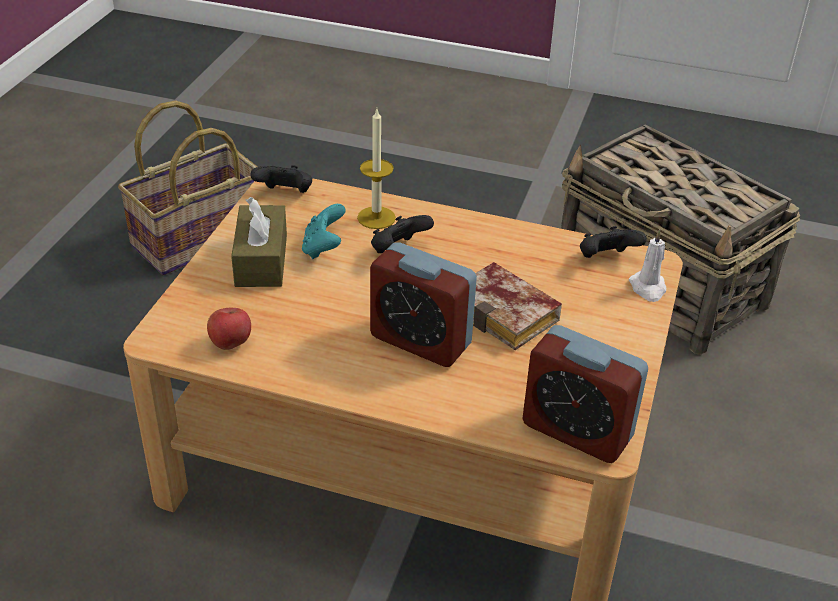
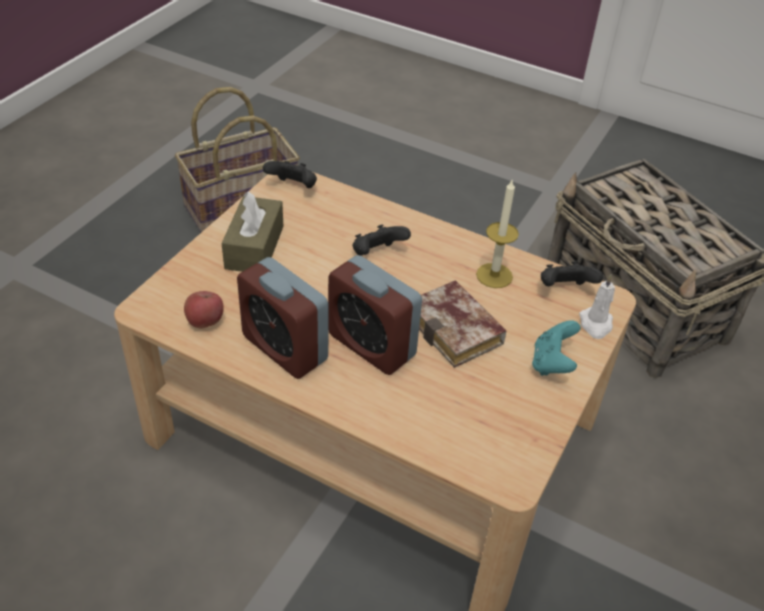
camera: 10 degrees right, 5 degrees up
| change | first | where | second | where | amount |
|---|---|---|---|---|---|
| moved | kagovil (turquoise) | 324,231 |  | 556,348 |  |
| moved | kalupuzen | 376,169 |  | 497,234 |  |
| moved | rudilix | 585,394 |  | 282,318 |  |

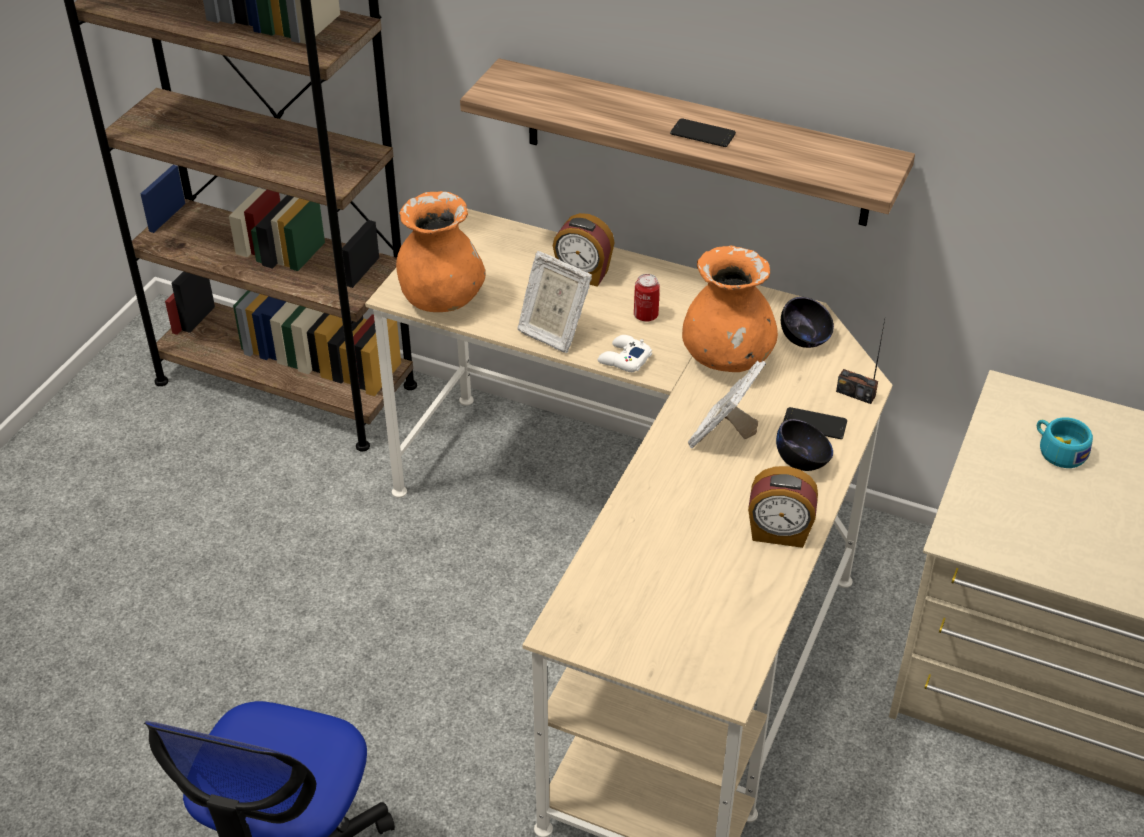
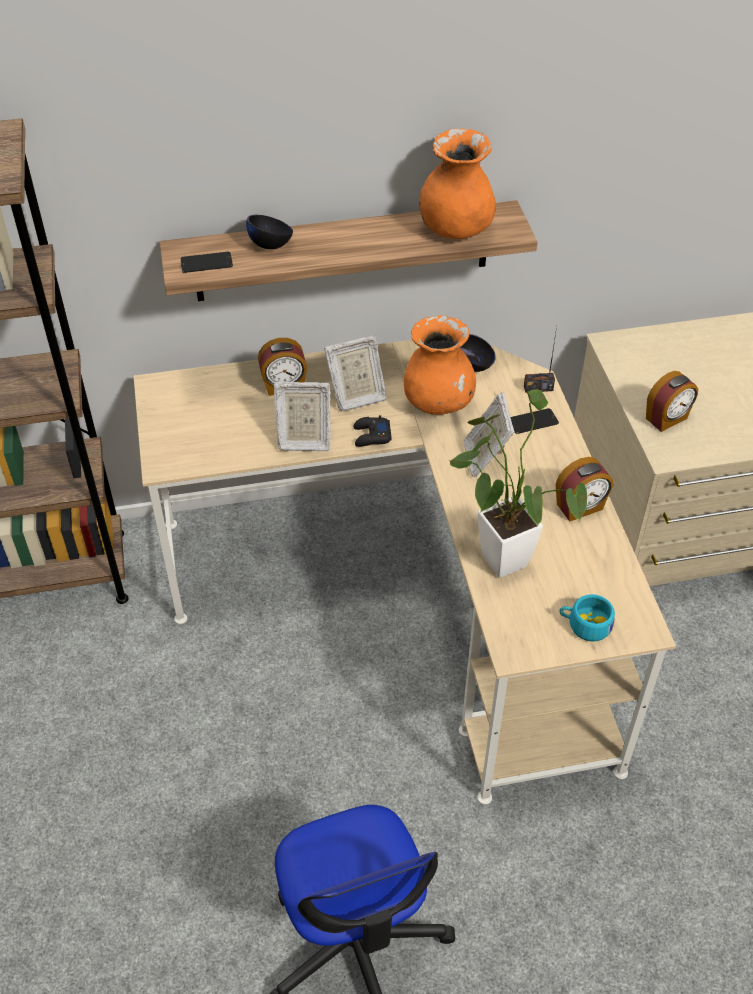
camera: 35 degrees left, 5 degrees up
| change | first | where | second | where | amount |
|---|---|---|---|---|---|
| added |  |  | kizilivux | 518,483 |  |
| added |  |  | rudilix | 672,401 |  |
| moved | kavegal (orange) | 440,251 |  | 457,184 |  |
| moved | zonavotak | 703,132 |  | 207,262 |  |
| moved | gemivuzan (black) | 804,445 |  | 269,232 |  |
| moved | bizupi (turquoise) | 1065,442 |  | 587,618 |  |
| replaced | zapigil | 647,298 | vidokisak | 355,373 |  |
| recoloured | kagovil (white) | 625,353 | kagovil (black) | 372,431 |  |

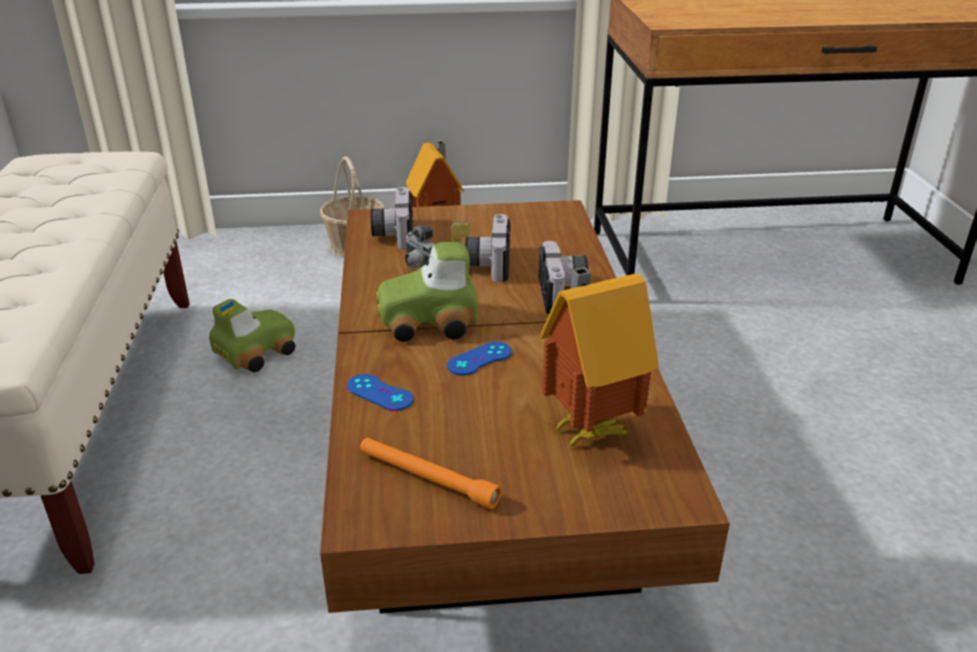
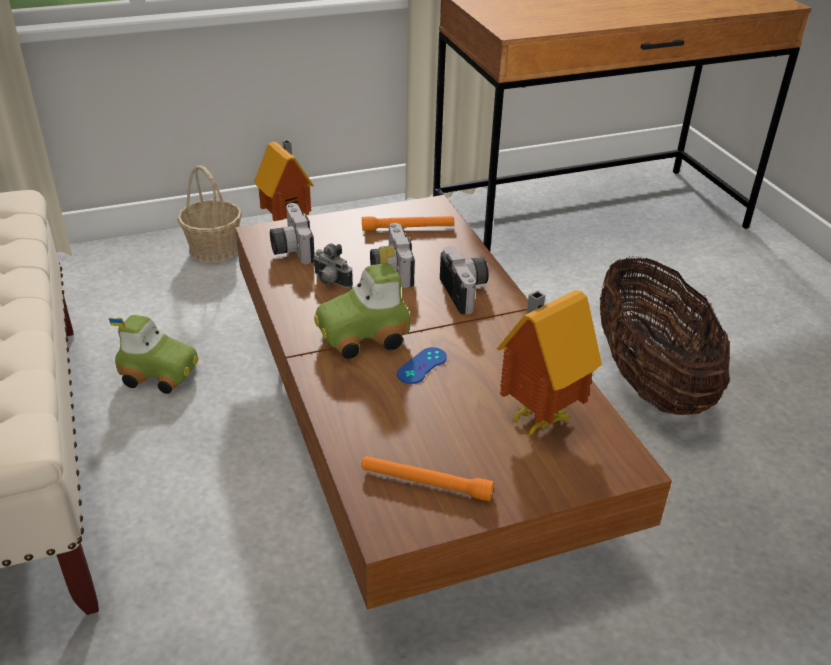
camera: 15 degrees left, 5 degrees up
| change | first | where | second | where | amount |
|---|---|---|---|---|---|
| removed | kagovil (blue) | 380,392 |  |  |  |
| added |  |  | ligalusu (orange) | 408,223 |  |
| added |  |  | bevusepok | 665,336 |  |
| turned | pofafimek | 252,335 |  | 153,354 | 75 degrees clockwise |

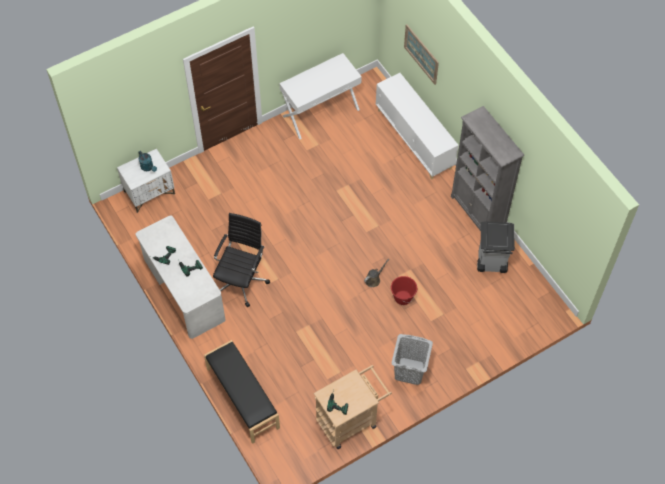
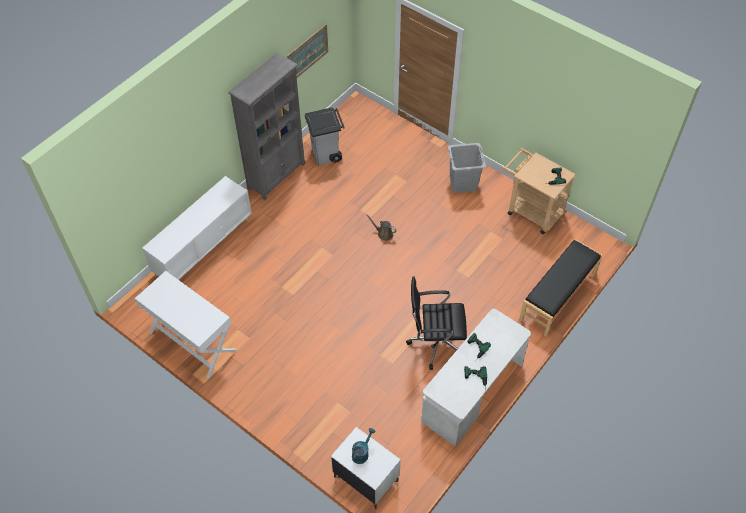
camera: 110 degrees left, 5 degrees down
| change | first | where | second | where | amount |
|---|---|---|---|---|---|
| removed | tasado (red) | 404,290 |  |  |  |
| moved | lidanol | 421,54 |  | 307,51 |  |

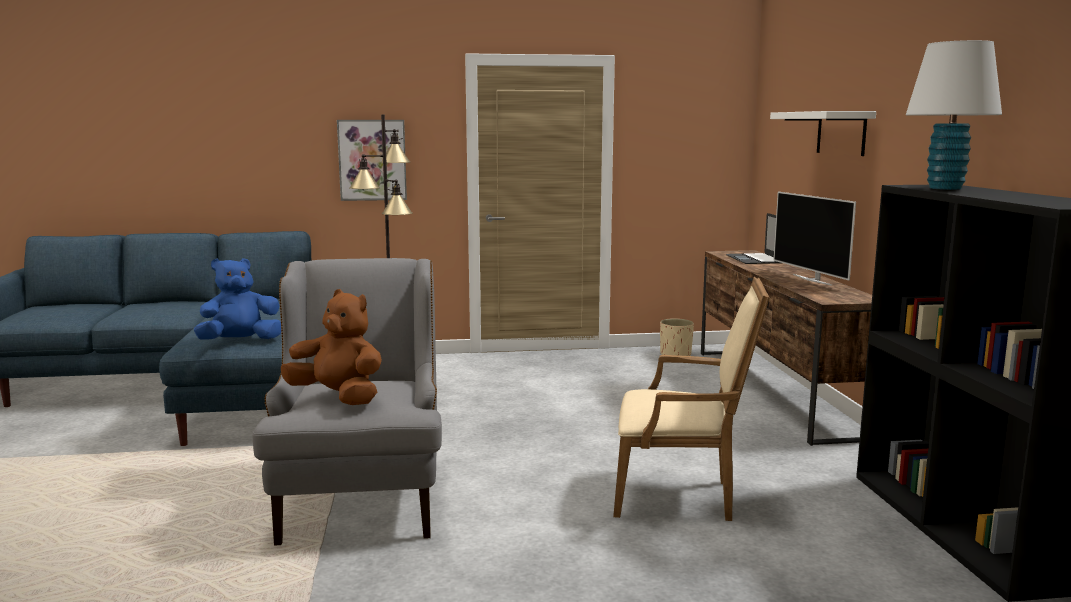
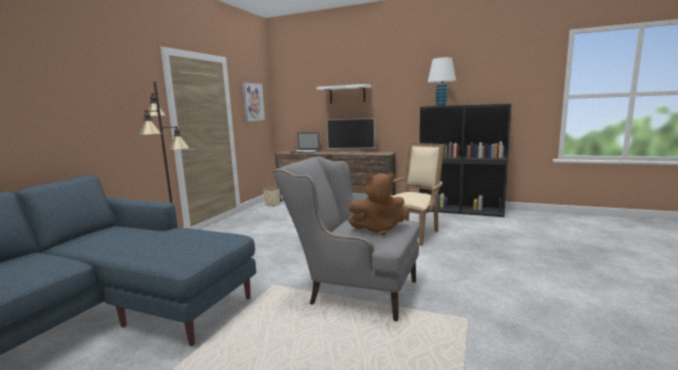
camera: 60 degrees left, 0 degrees up
| change | first | where | second | where | amount |
|---|---|---|---|---|---|
| removed | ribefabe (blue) | 237,299 |  |  |  |
| moved | lidanol | 372,160 |  | 253,102 |  |
| turned | ribefabe (brown) | 331,347 |  | 379,204 | 150 degrees counterclockwise |

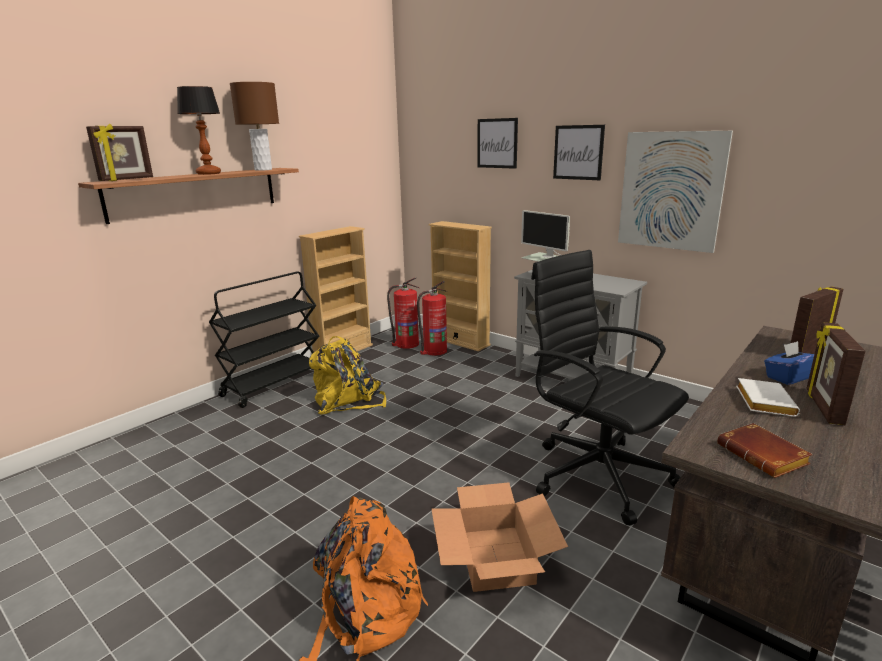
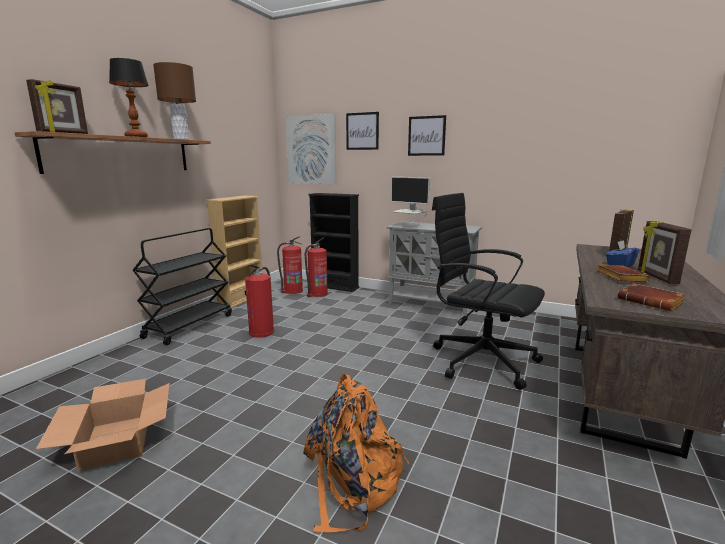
camera: 15 degrees left, 5 degrees down
| change | first | where | second | where | amount |
|---|---|---|---|---|---|
| moved | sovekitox | 499,537 |  | 103,425 |  |
| moved | lidanol | 675,192 |  | 310,149 |  |
| replaced | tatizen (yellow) | 347,375 | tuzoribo | 259,301 |  |
| recoloured | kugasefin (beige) | 460,286 | kugasefin (black) | 333,242 |  |
| recoloured | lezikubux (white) | 768,397 | lezikubux (brown) | 623,273 |  |

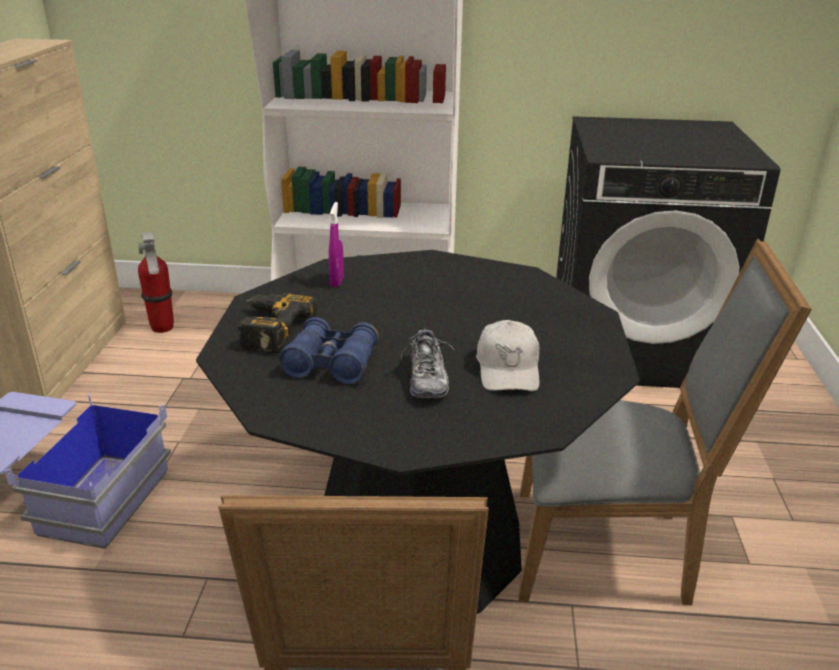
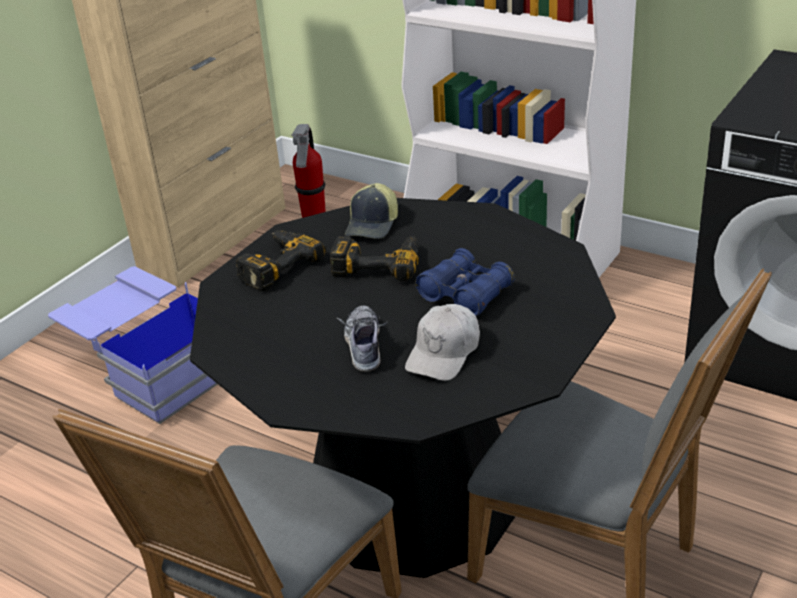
camera: 30 degrees right, 5 degrees up
| change | first | where | second | where | amount |
|---|---|---|---|---|---|
| added |  |  | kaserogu | 374,259 |  |
| moved | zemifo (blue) | 328,350 |  | 465,282 |  |
| replaced | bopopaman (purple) | 336,244 | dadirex | 371,211 |  |
| turned | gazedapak | 427,364 |  | 362,338 | 150 degrees clockwise |

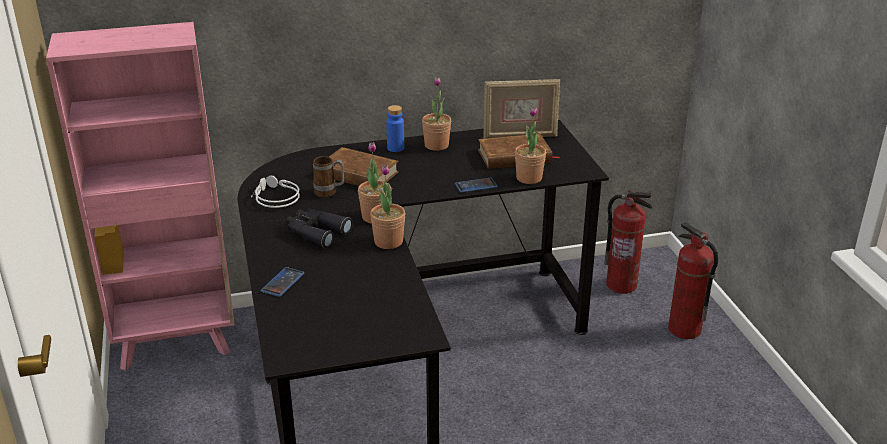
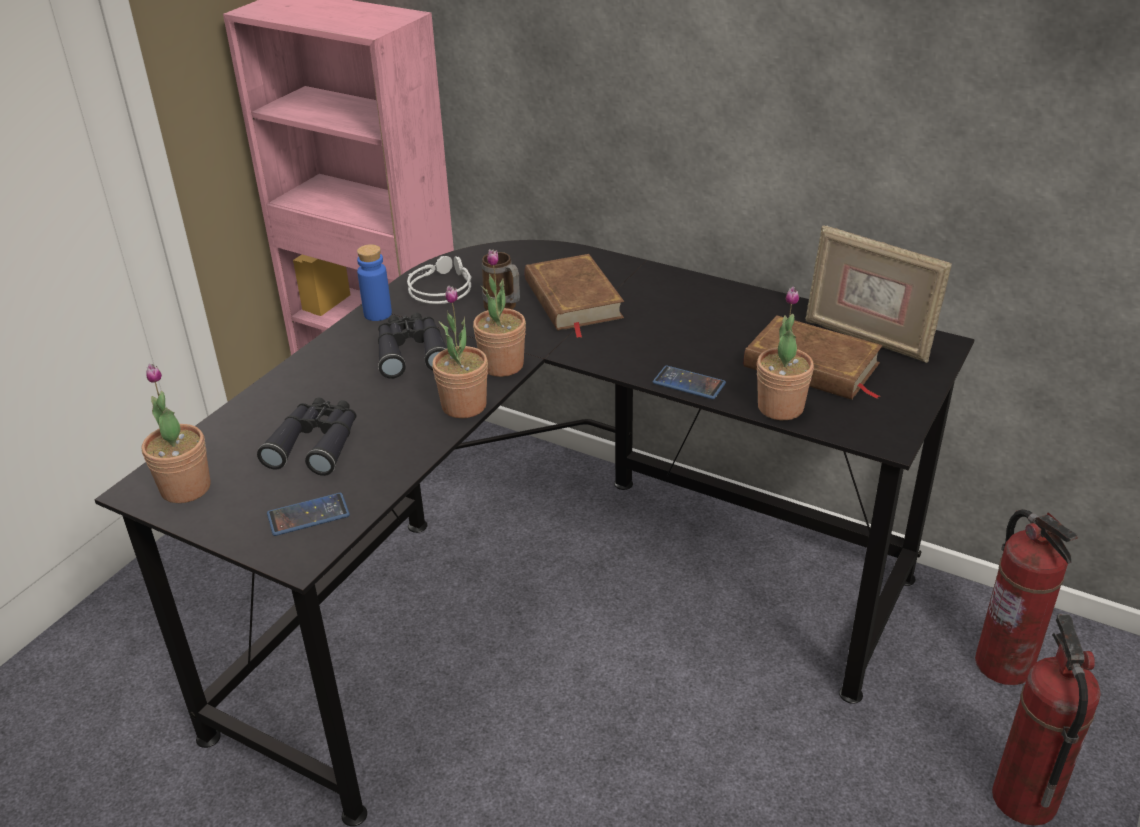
camera: 45 degrees right, 5 degrees up
| change | first | where | second | where | amount |
|---|---|---|---|---|---|
| added |  |  | zemifo (black) | 306,437 |  |
| moved | zonavotak | 282,282 |  | 308,514 |  |
| moved | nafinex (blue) | 395,128 |  | 374,282 |  |
| moved | kizilivux | 436,114 |  | 176,433 |  |

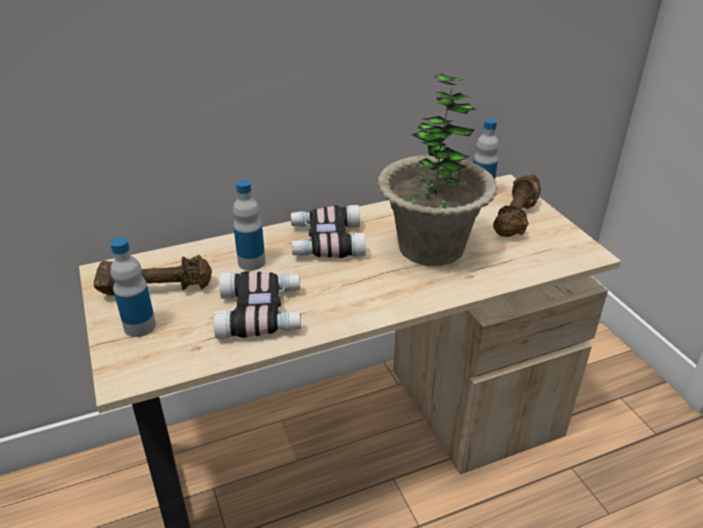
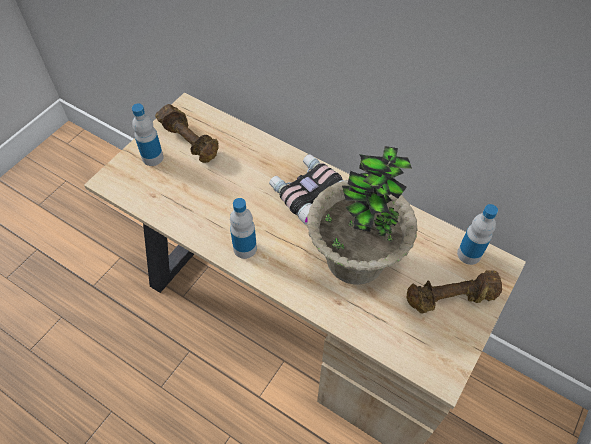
camera: 55 degrees right, 20 degrees up
| change | first | where | second | where | amount |
|---|---|---|---|---|---|
| removed | zemifo | 257,305 |  |  |  |
| moved | nafinex | 249,225 |  | 243,228 |  |

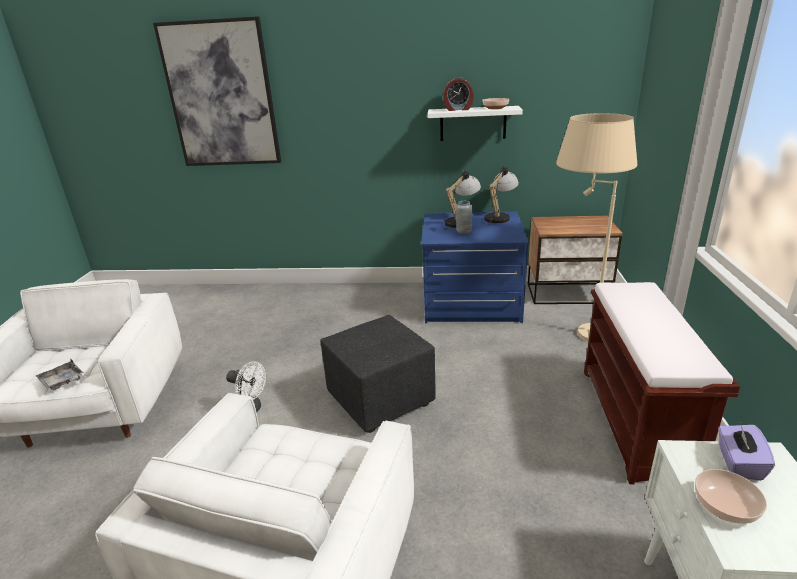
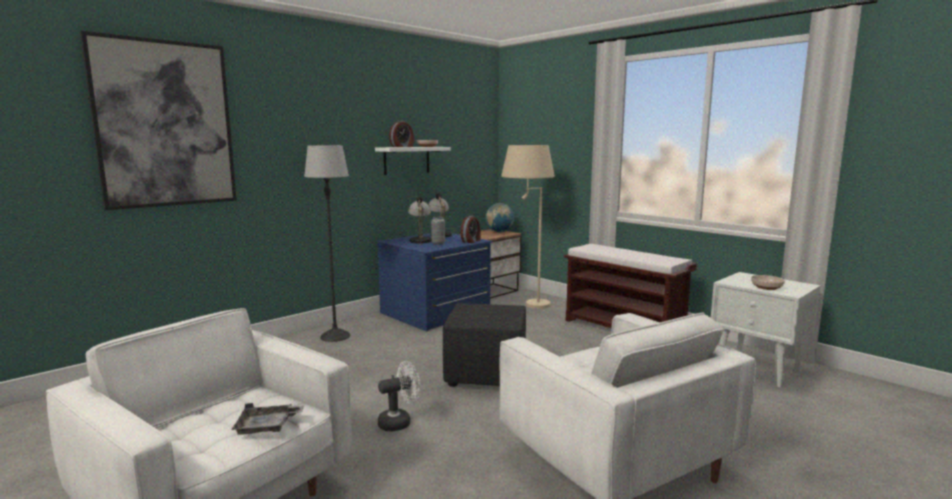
camera: 50 degrees left, 15 degrees down
| change | first | where | second | where | amount |
|---|---|---|---|---|---|
| removed | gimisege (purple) | 746,451 |  |  |  |
| added |  |  | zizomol | 327,243 |  |
| added |  |  | rudilix | 471,229 |  |
| added |  |  | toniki | 499,218 |  |

